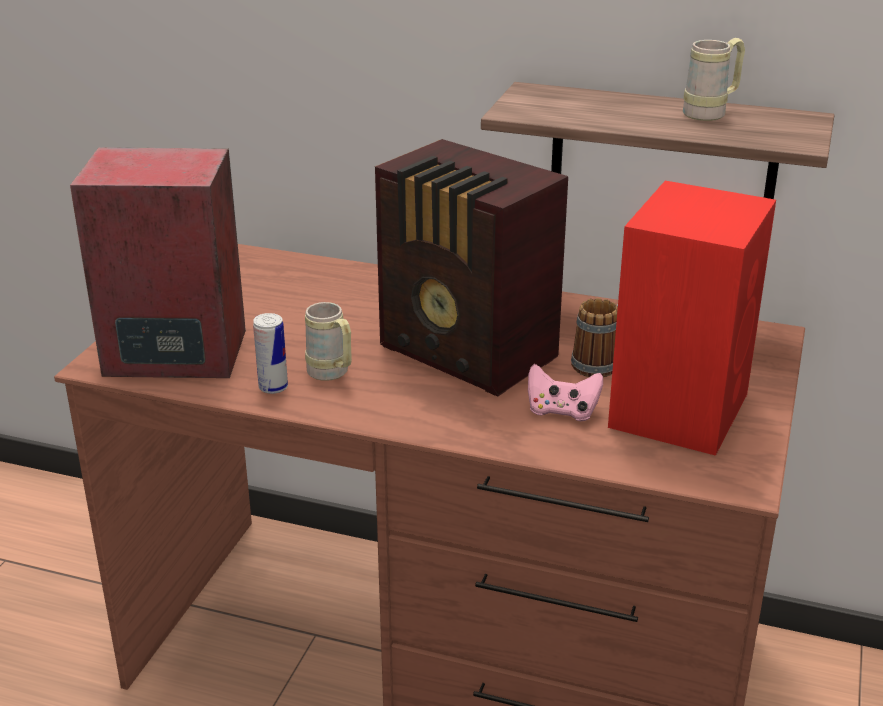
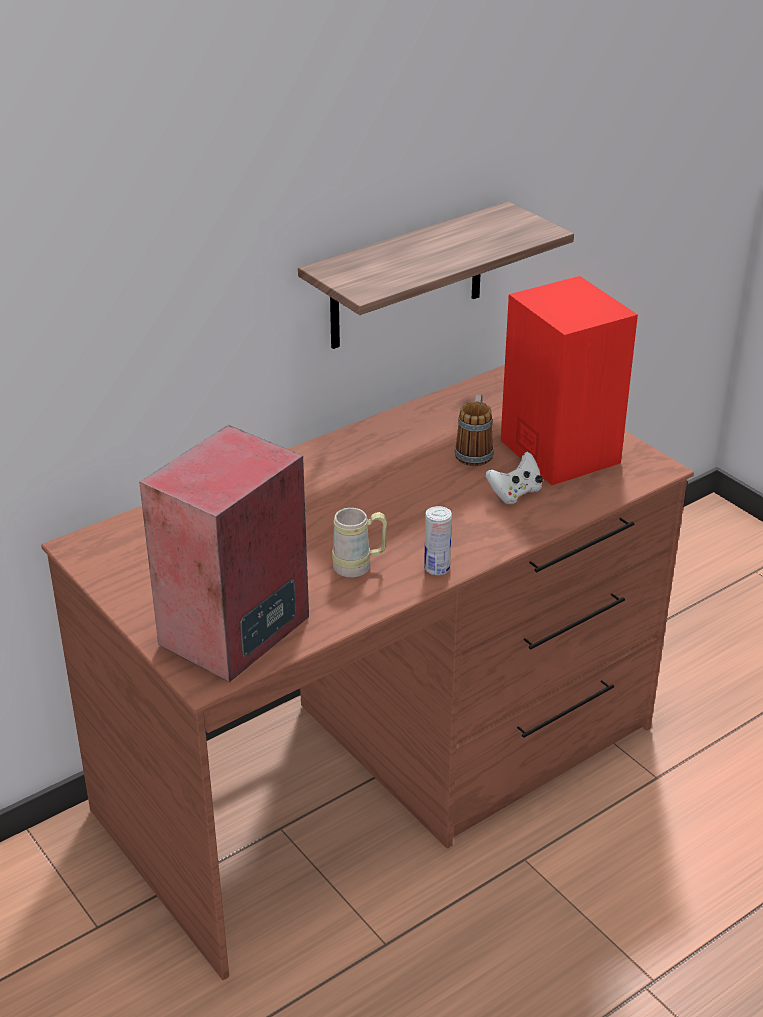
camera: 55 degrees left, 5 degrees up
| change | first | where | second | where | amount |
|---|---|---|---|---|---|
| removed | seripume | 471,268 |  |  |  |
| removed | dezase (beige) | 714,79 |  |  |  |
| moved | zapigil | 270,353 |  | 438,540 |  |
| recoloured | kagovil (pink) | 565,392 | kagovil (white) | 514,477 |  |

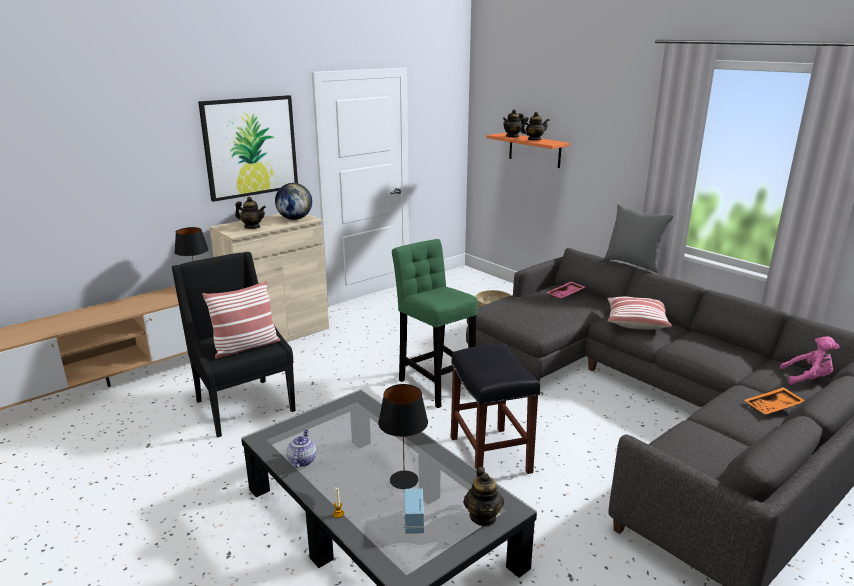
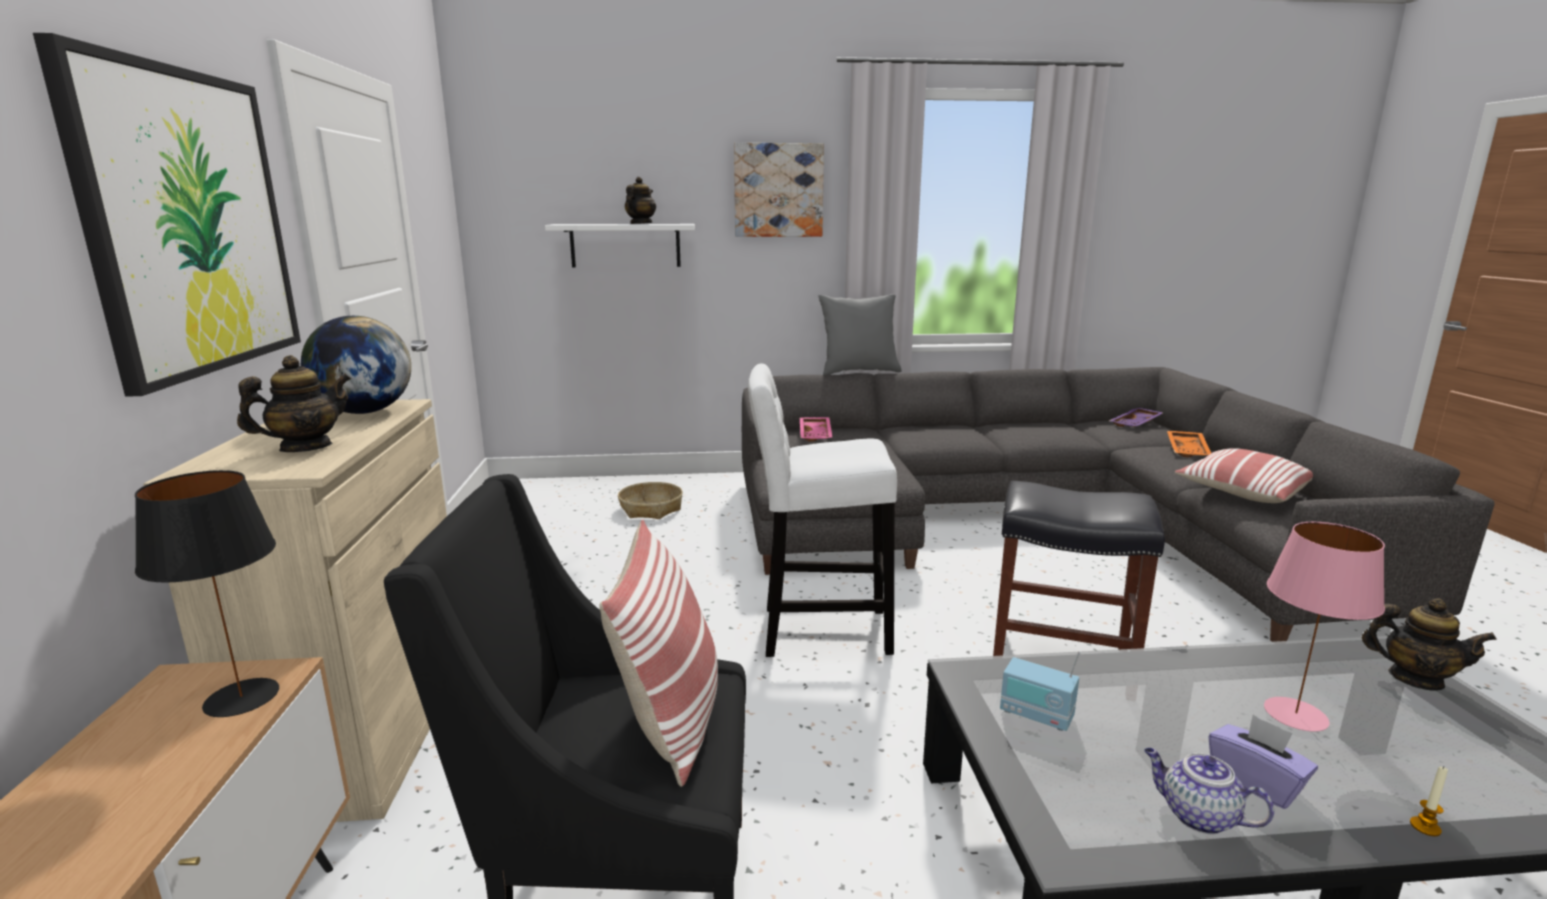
camera: 55 degrees left, 5 degrees down
| change | first | where | second | where | amount |
|---|---|---|---|---|---|
| removed | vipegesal | 513,123 |  |  |  |
| added |  |  | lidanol | 779,190 |  |
| added |  |  | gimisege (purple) | 1263,762 |  |
| moved | seripume | 414,511 |  | 1040,691 |  |
| moved | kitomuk | 639,313 |  | 1244,475 |  |
| replaced | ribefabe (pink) | 809,361 | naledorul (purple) | 1135,417 |  |
| recoloured | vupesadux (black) | 403,436 | vupesadux (pink) | 1324,626 |  |
| recoloured | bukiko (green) | 435,323 | bukiko (white) | 822,510 |  |
| recoloured | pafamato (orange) | 528,150 | pafamato (white) | 620,245 |  |

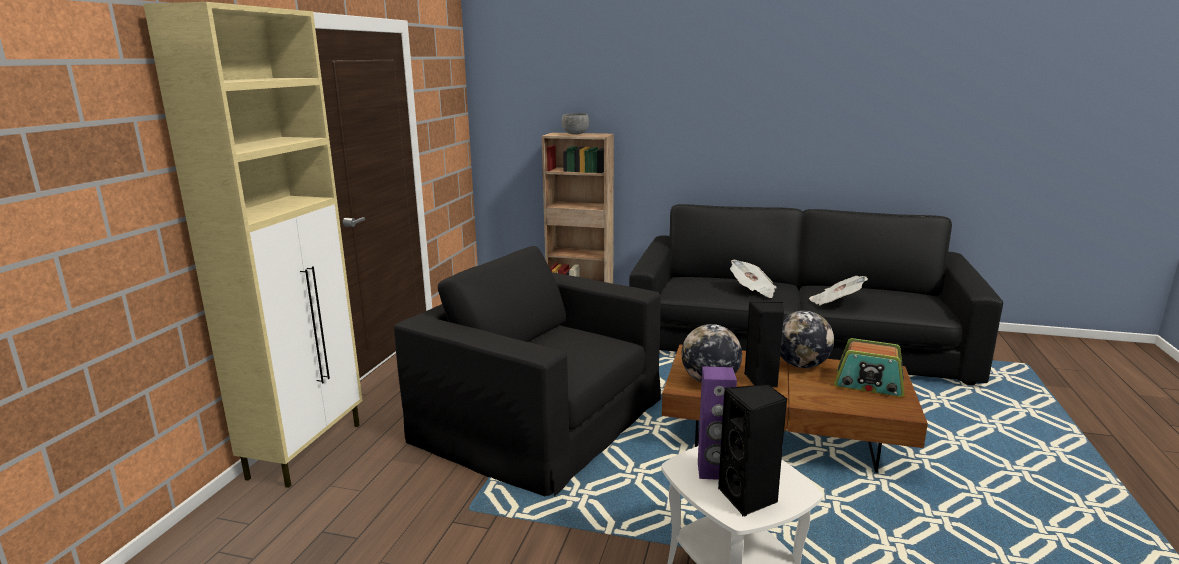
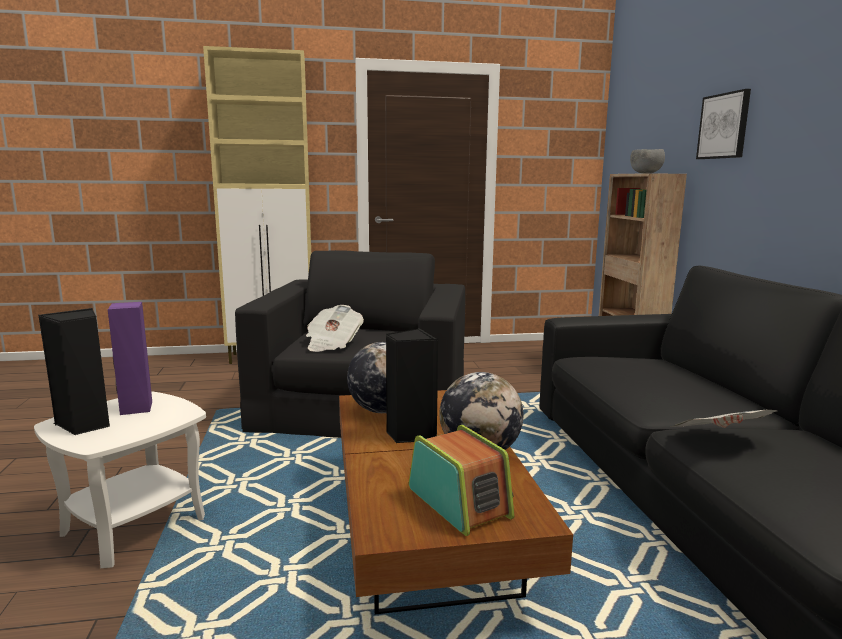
camera: 65 degrees right, 5 degrees down
| change | first | where | second | where | amount |
|---|---|---|---|---|---|
| added |  |  | lidanol | 723,124 |  |
| moved | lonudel | 753,279 |  | 335,328 |  |
| turned | seripume | 869,367 |  | 461,480 | 150 degrees clockwise |

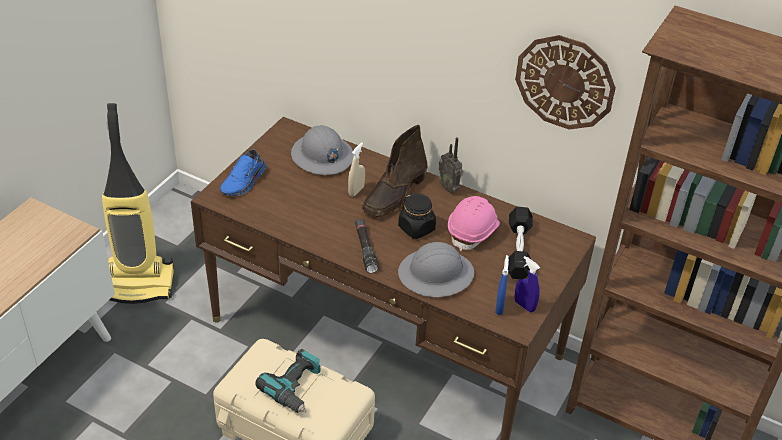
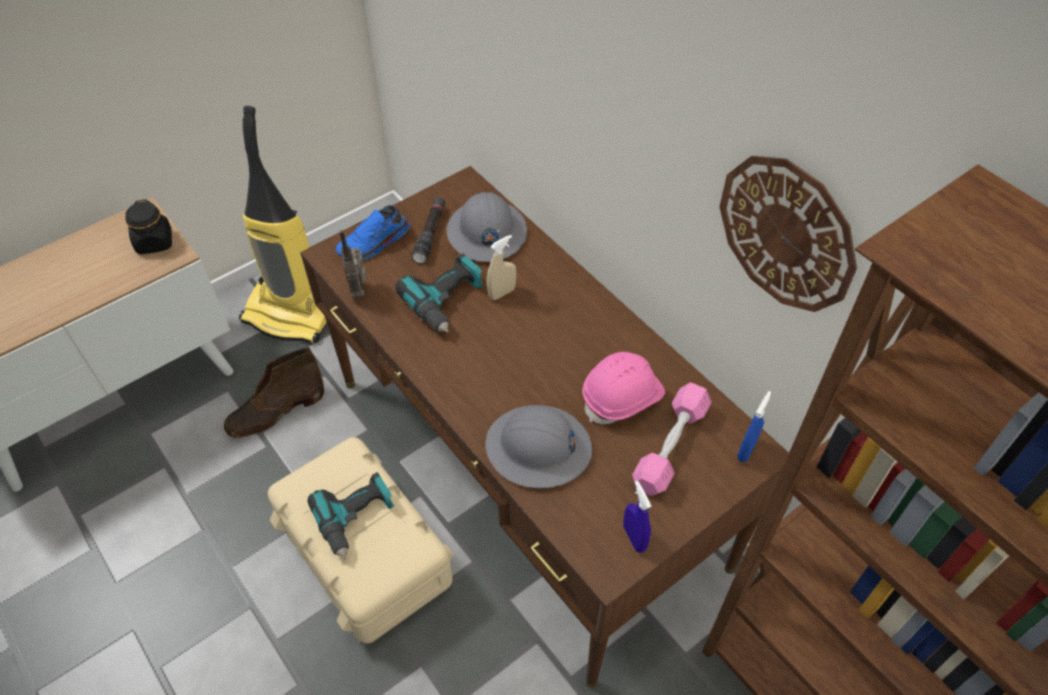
camera: 25 degrees right, 10 degrees up
| change | first | where | second | where | amount |
|---|---|---|---|---|---|
| added |  |  | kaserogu | 439,293 |  |
| moved | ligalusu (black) | 367,246 |  | 428,230 |  |
| moved | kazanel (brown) | 395,171 |  | 274,392 |  |
| moved | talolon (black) | 417,216 |  | 148,226 |  |
| moved | seripume | 451,165 |  | 353,264 |  |
| moved | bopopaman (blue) | 502,285 |  | 754,426 |  |
| recoloured | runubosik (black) | 520,242 | runubosik (pink) | 672,439 |  |

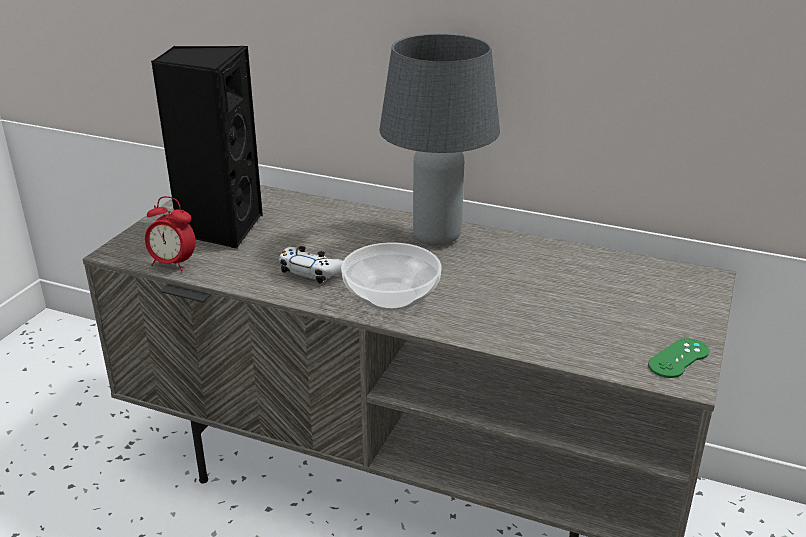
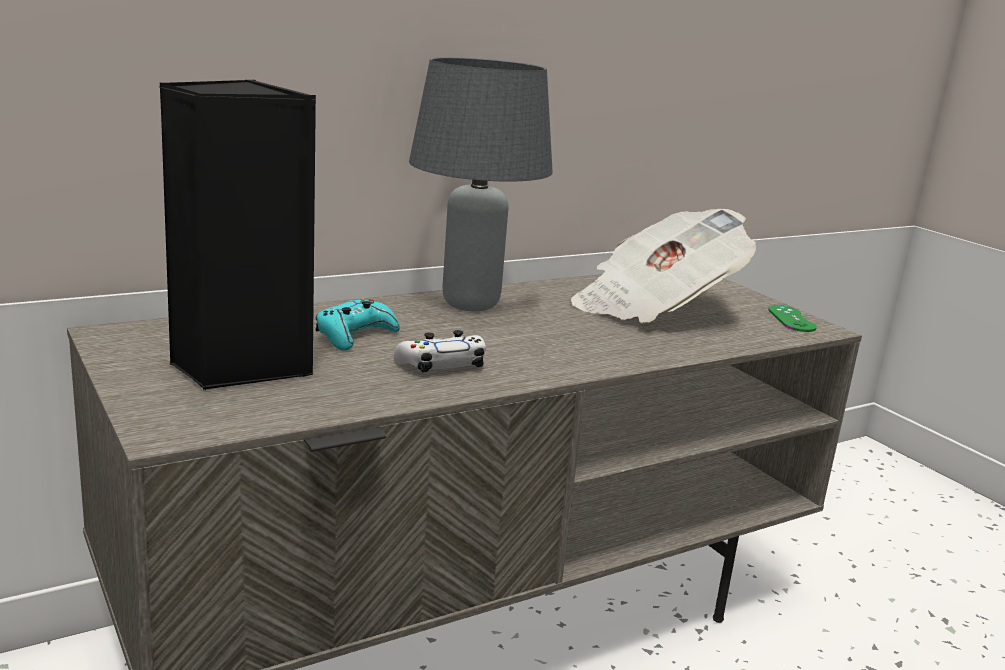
camera: 55 degrees left, 10 degrees down
| change | first | where | second | where | amount |
|---|---|---|---|---|---|
| removed | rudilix | 170,234 |  |  |  |
| removed | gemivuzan | 391,277 |  |  |  |
| added |  |  | kagovil (turquoise) | 357,324 |  |
| added |  |  | lonudel | 663,266 |  |

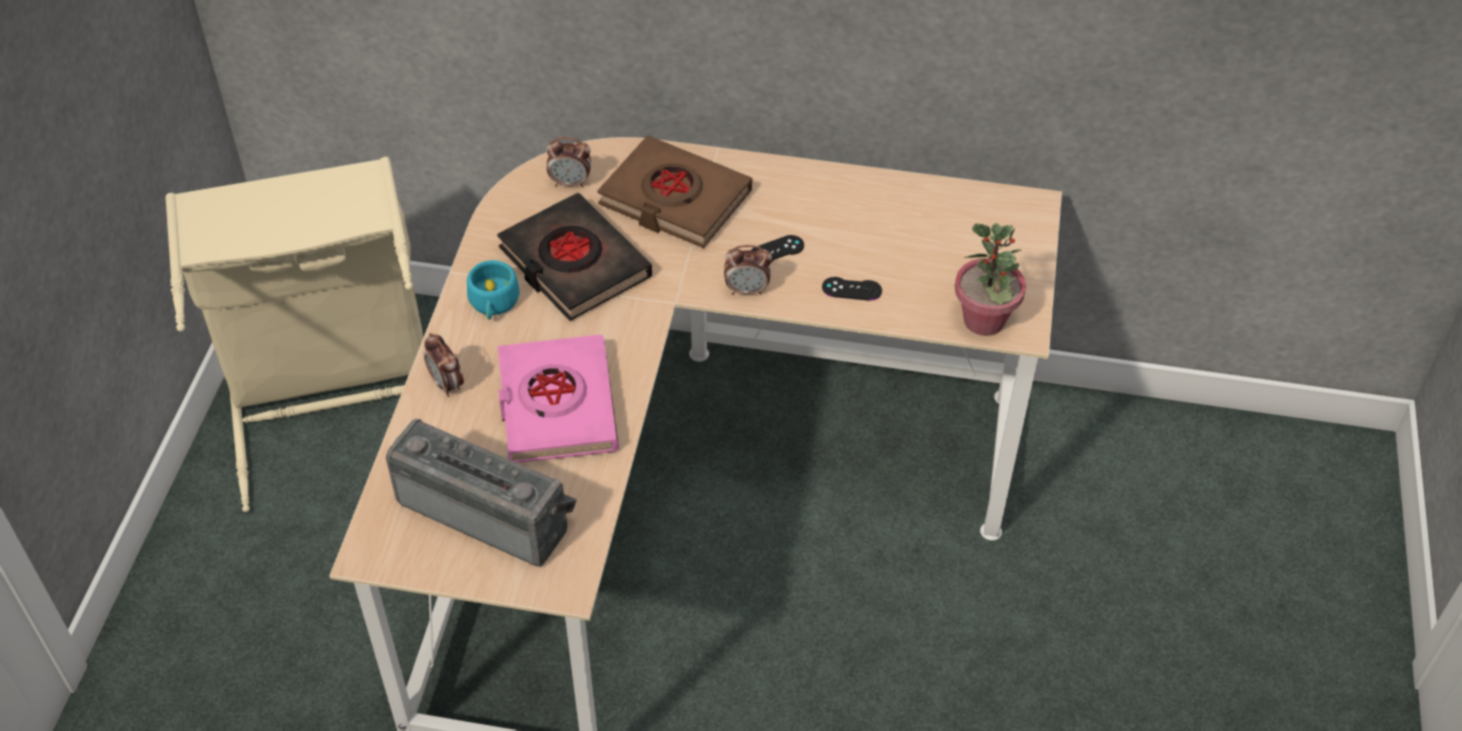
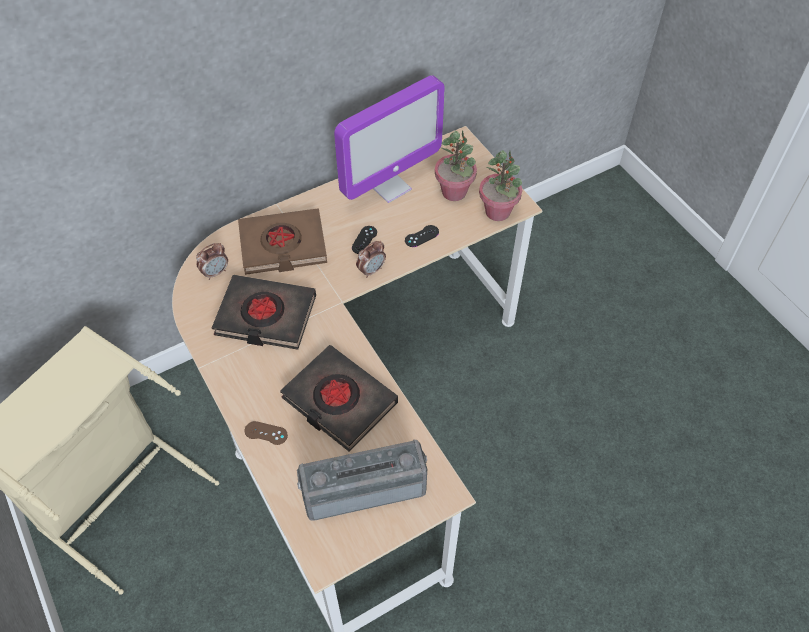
camera: 40 degrees left, 5 degrees up
| change | first | where | second | where | amount |
|---|---|---|---|---|---|
| removed | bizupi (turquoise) | 493,290 |  |  |  |
| added |  |  | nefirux | 389,139 |  |
| added |  |  | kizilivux | 456,166 |  |
| replaced | rudilix | 444,365 | kagovil (brown) | 266,433 |  |
| recoloured | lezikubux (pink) | 558,399 | lezikubux (black) | 339,398 |  |

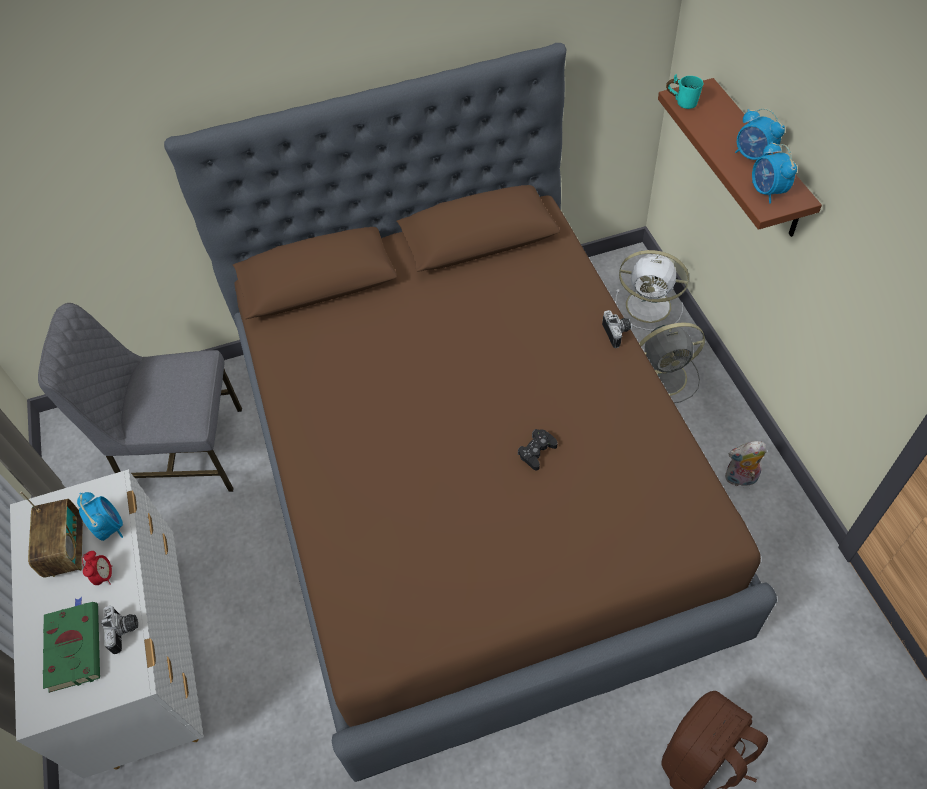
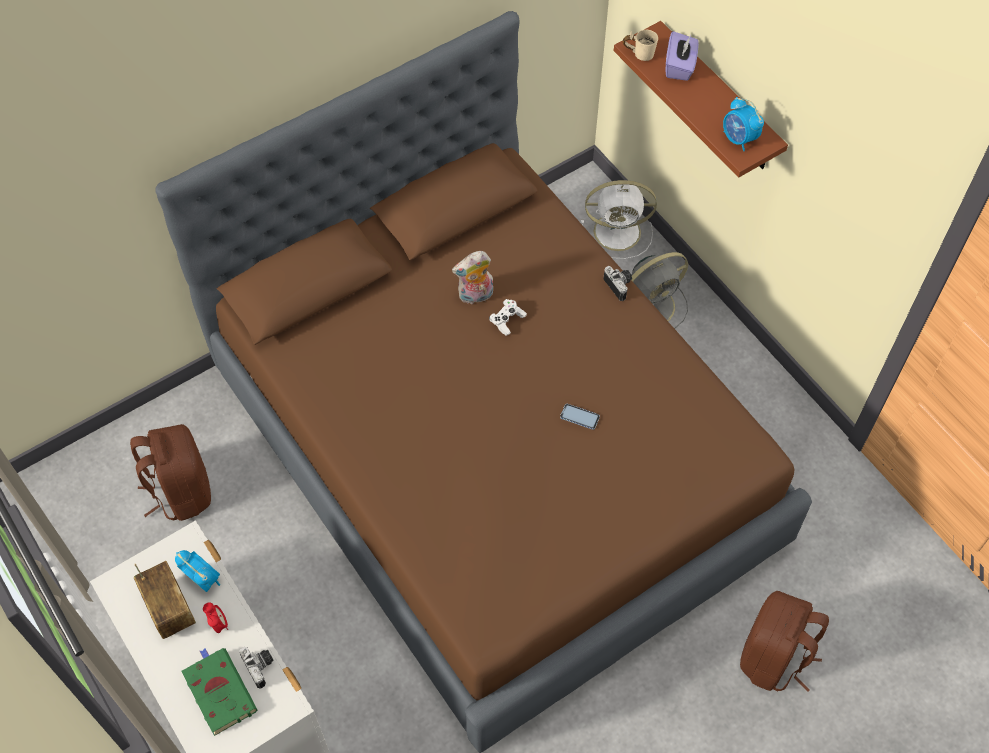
camera: 20 degrees left, 5 degrees up
| change | first | where | second | where | amount |
|---|---|---|---|---|---|
| removed | rudilix | 760,134 |  |  |  |
| added |  |  | kagovil (white) | 508,317 |  |
| added |  |  | gimisege (purple) | 682,56 |  |
| moved | ribefabe | 746,463 |  | 472,277 |  |
| replaced | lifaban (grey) | 140,397 | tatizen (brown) | 170,472 |  |
| replaced | kagovil (black) | 537,450 | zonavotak | 580,417 |  |
| recoloured | dezase (turquoise) | 684,91 | dezase (beige) | 640,45 |  |

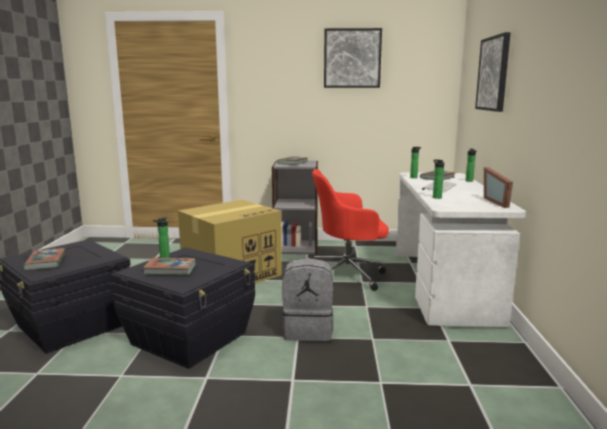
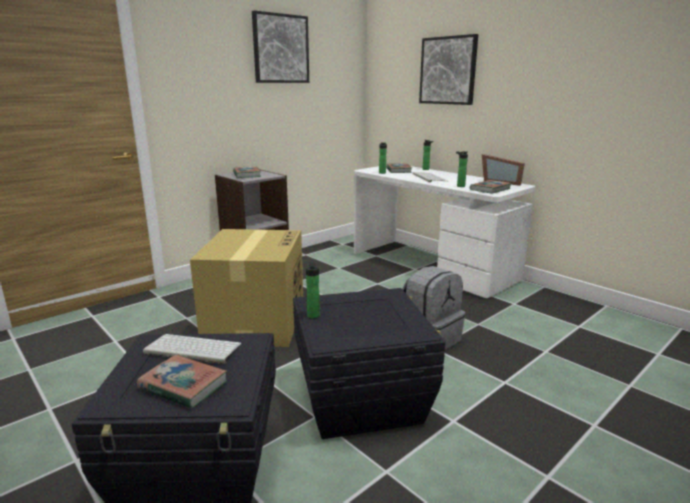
camera: 45 degrees left, 5 degrees up
| change | first | where | second | where | amount |
|---|---|---|---|---|---|
| removed | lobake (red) | 350,230 |  |  |  |
| added |  |  | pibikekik | 192,349 |  |
| moved | lezikubux | 169,266 |  | 491,187 |  |

